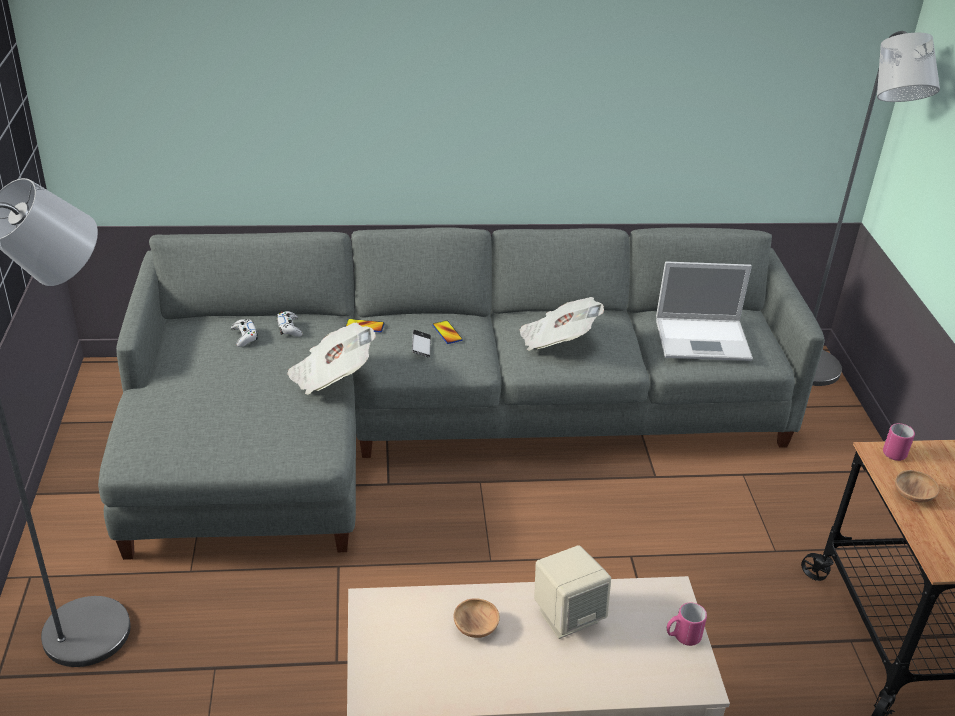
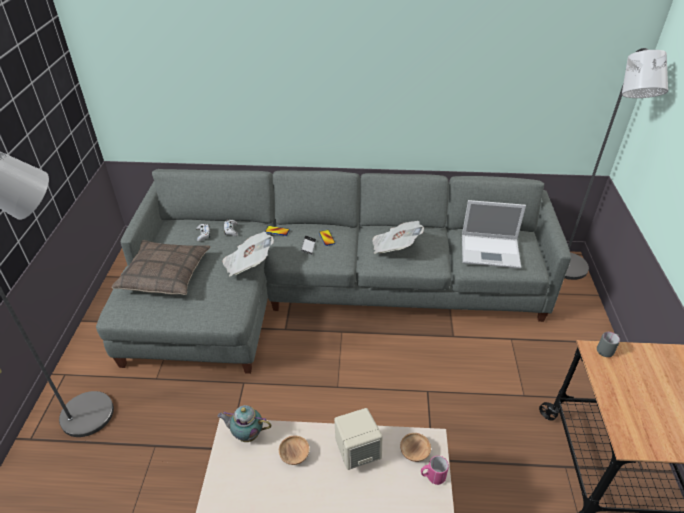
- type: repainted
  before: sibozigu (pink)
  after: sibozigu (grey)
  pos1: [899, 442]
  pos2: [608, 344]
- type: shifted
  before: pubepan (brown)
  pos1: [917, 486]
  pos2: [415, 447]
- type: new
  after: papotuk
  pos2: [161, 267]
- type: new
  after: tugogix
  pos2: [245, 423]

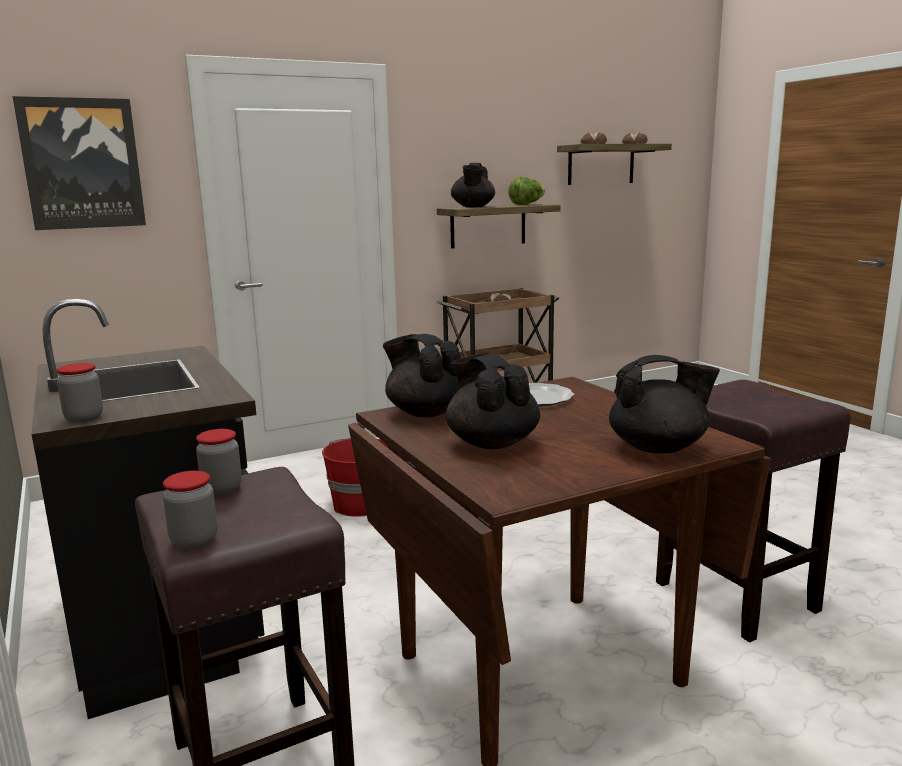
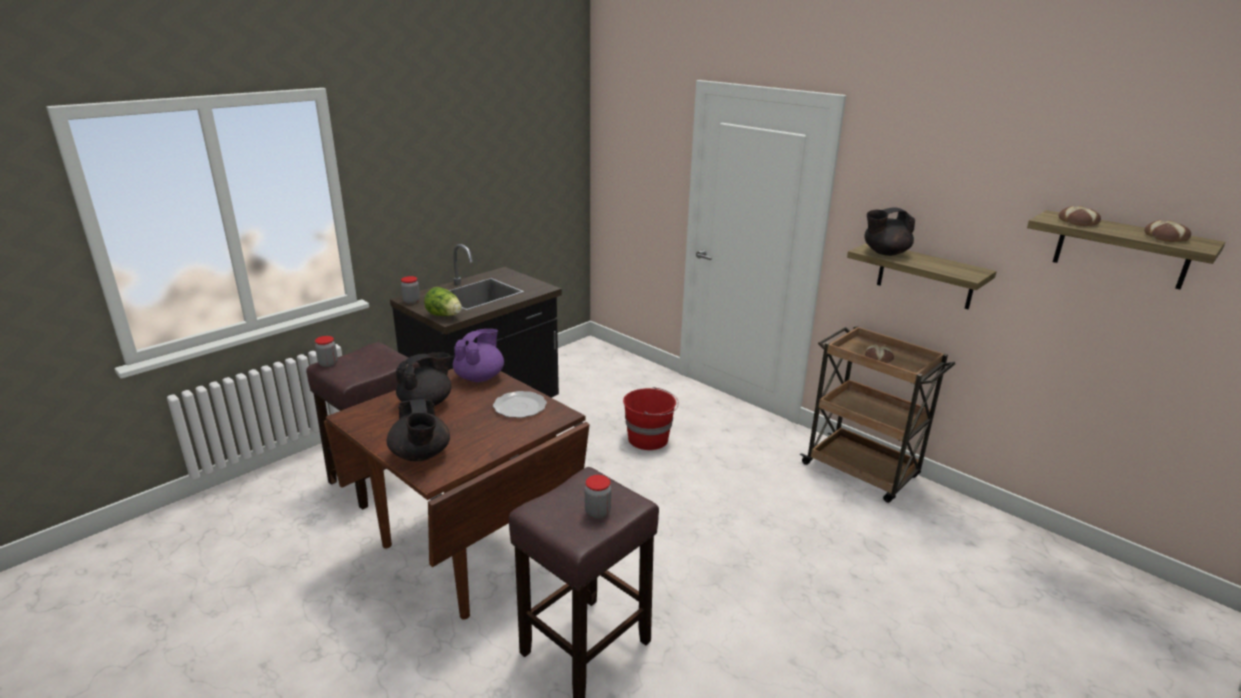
- type: gone
  before: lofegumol
  pos1: [79, 163]
- type: shifted
  before: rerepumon
  pos1: [219, 462]
  pos2: [598, 497]
- type: repainted
  before: tugogix (black)
  after: tugogix (purple)
  pos1: [422, 375]
  pos2: [478, 355]
- type: shifted
  before: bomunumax
  pos1: [526, 191]
  pos2: [443, 301]

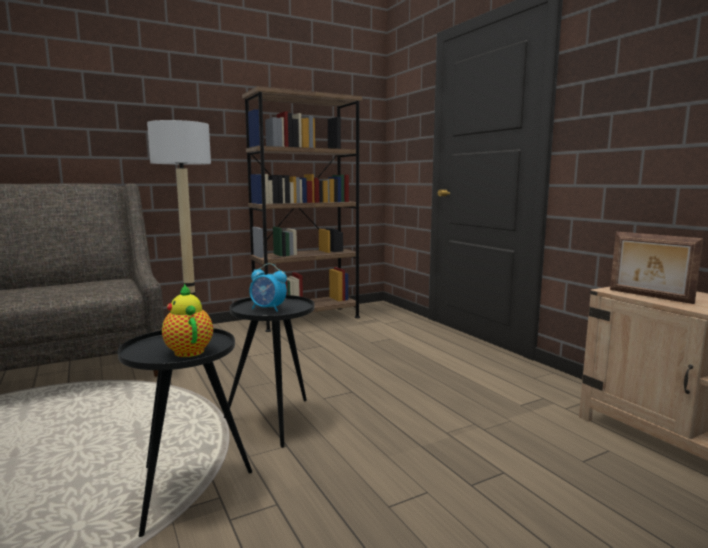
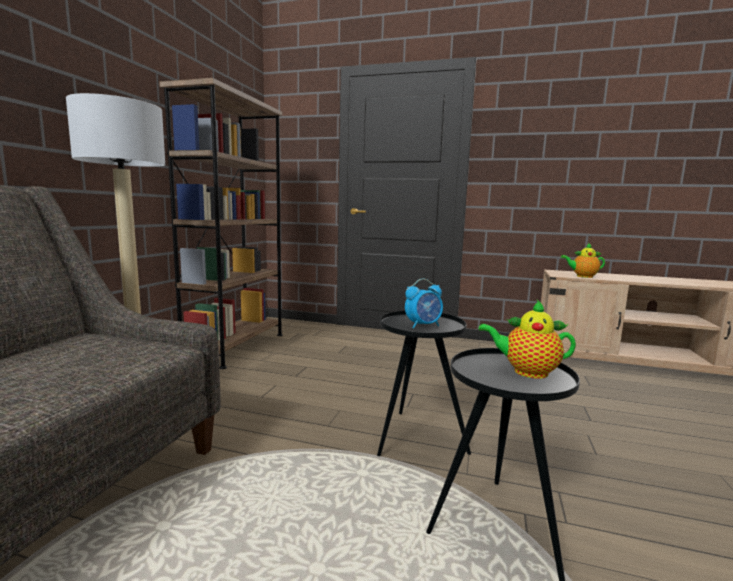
- type: swapped
  before: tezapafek
  after: tugogix
  pos1: [657, 268]
  pos2: [583, 260]

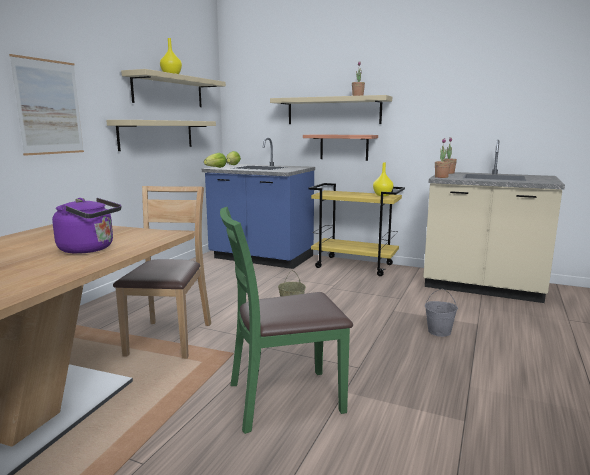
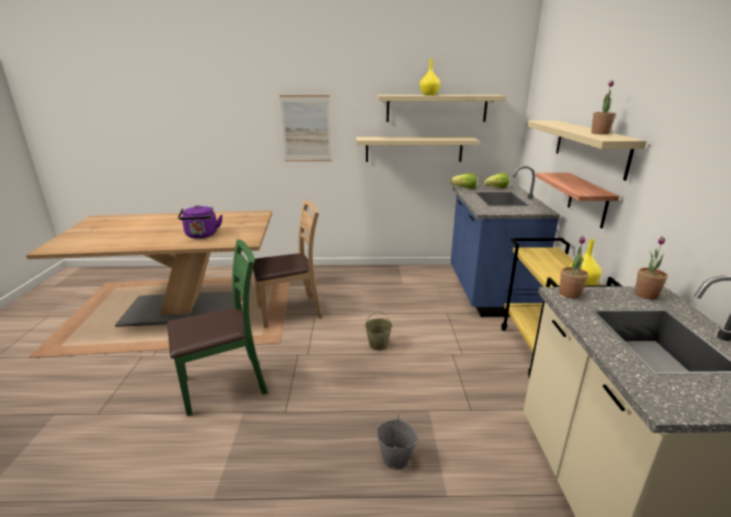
- type: rotated
  before: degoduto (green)
  pos1: [286, 320]
  pos2: [217, 327]
  turn: 105

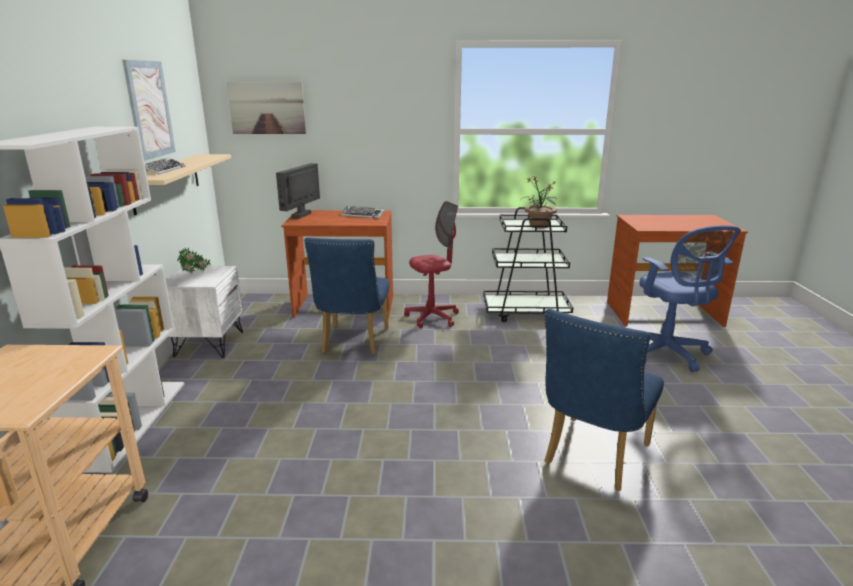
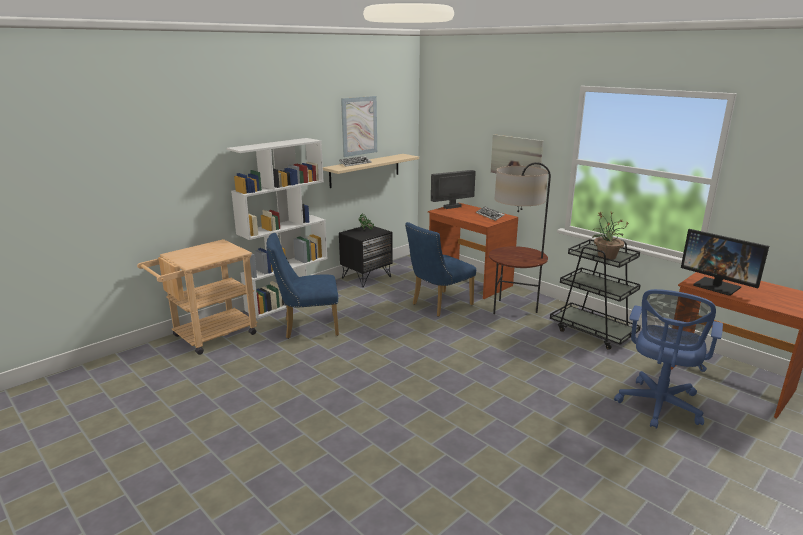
- type: repainted
  before: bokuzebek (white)
  after: bokuzebek (black)
  pos1: [204, 312]
  pos2: [366, 256]
- type: shifted
  before: lofegumol
  pos1: [266, 108]
  pos2: [517, 153]
- type: swapped
  before: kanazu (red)
  after: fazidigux
  pos1: [431, 264]
  pos2: [520, 238]
- type: shifted
  before: degoduto (blue)
  pos1: [604, 400]
  pos2: [302, 286]
- type: new
  after: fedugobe
  pos2: [725, 262]

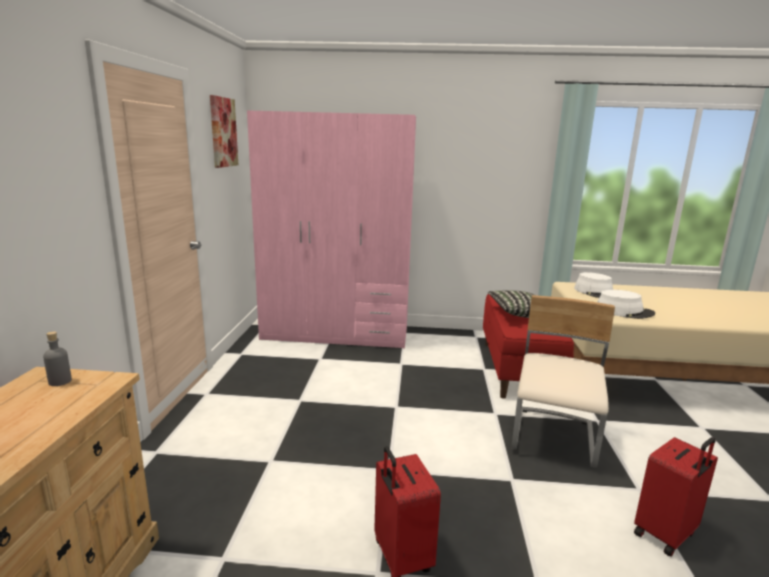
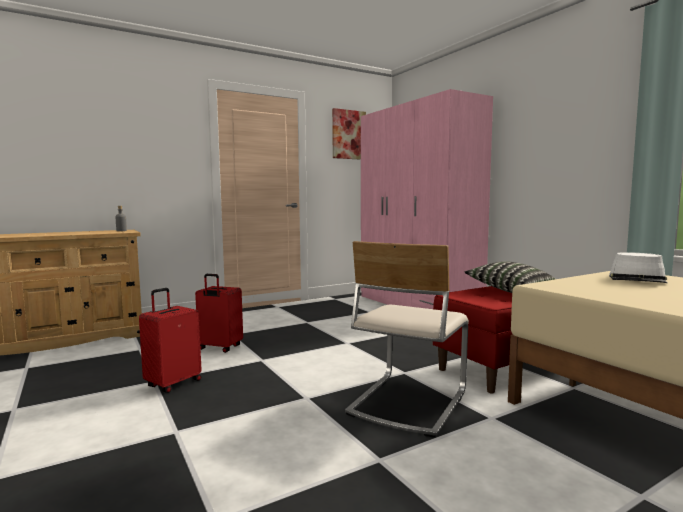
- type: rotated
  before: degoduto (beige)
  pos1: [563, 381]
  pos2: [407, 339]
  turn: 135
- type: gone
  before: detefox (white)
  pos1: [626, 304]
- type: shifted
  before: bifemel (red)
  pos1: [676, 497]
  pos2: [219, 313]

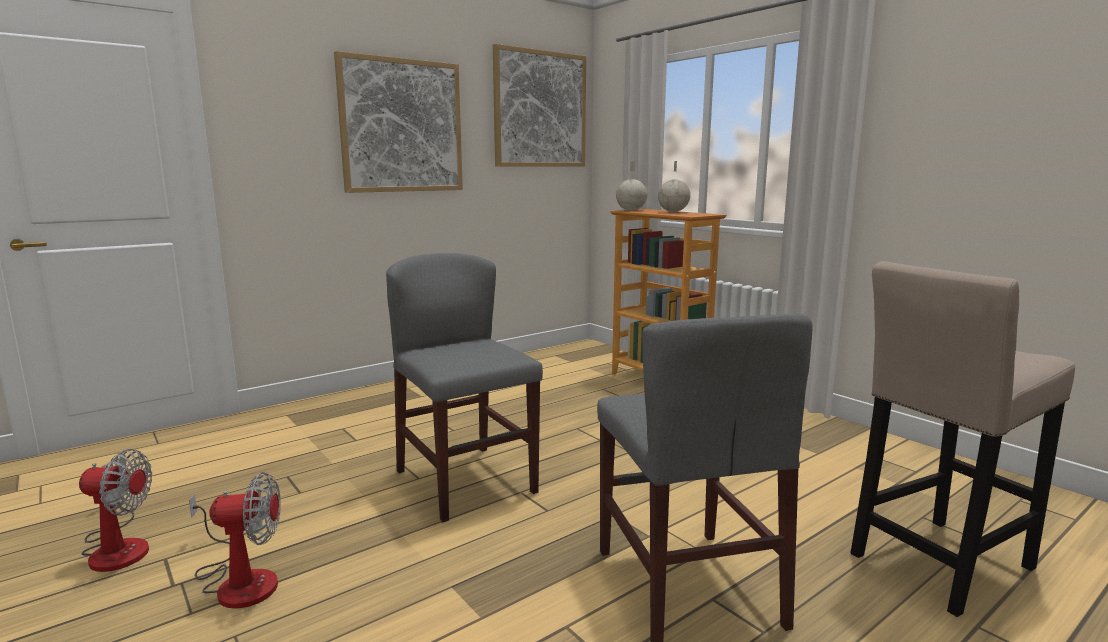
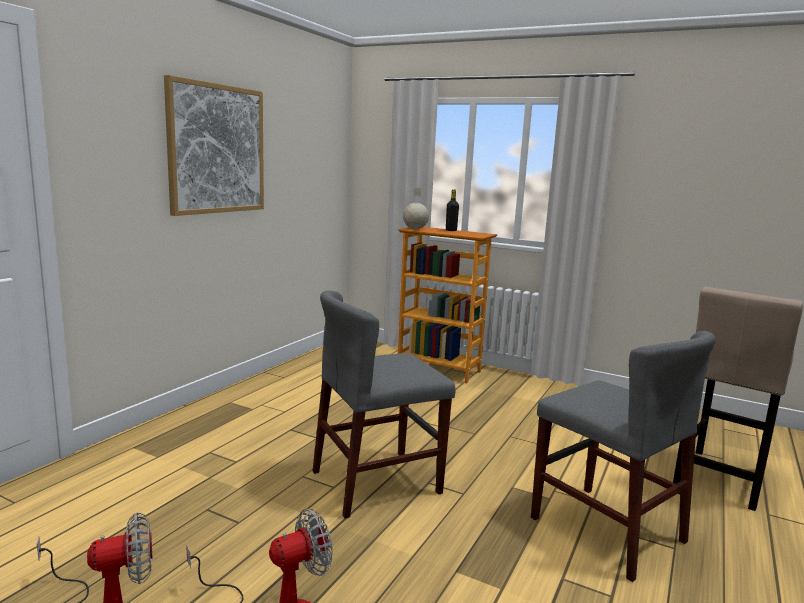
- type: rotated
  before: degoduto (grey)
  pos1: [464, 387]
  pos2: [384, 404]
  turn: -60
- type: gone
  before: lofegumol
  pos1: [539, 105]
- type: swapped
  before: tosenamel
  after: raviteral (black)
  pos1: [674, 186]
  pos2: [452, 210]

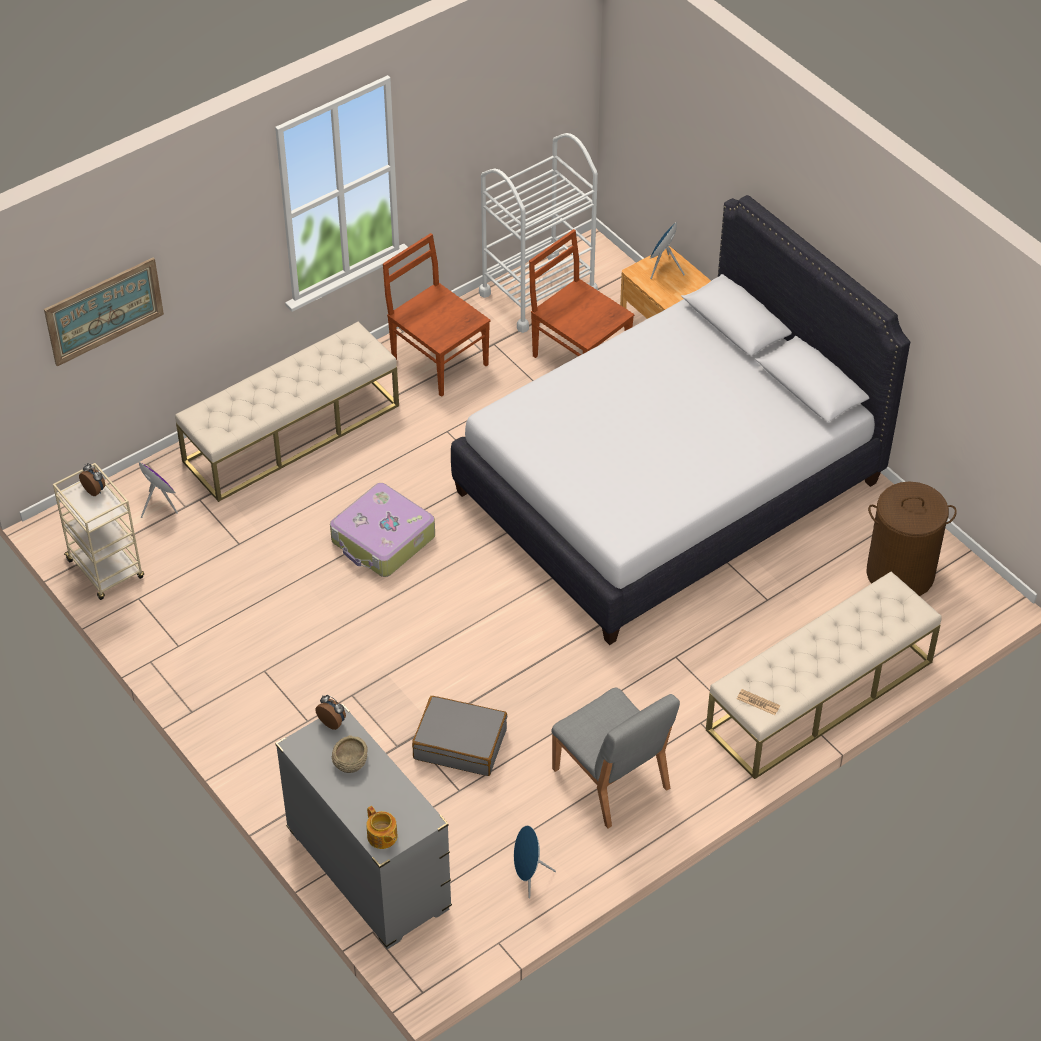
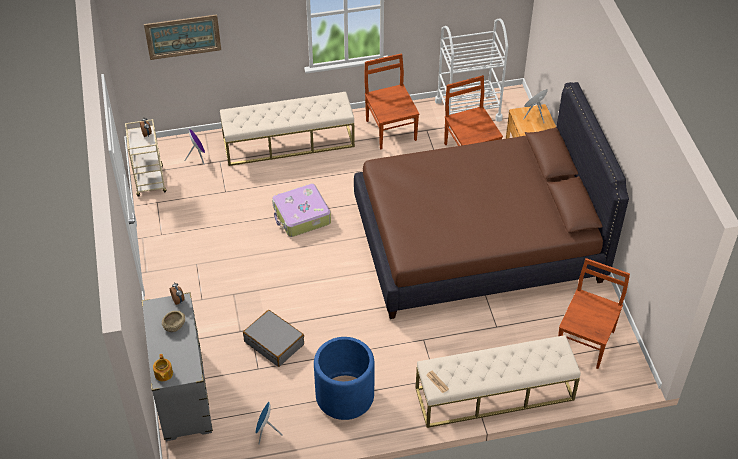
- type: repainted
  before: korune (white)
  after: korune (brown)
  pos1: [680, 420]
  pos2: [491, 200]
- type: swapped
  before: degoduto (grey)
  after: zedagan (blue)
  pos1: [615, 758]
  pos2: [344, 378]
- type: swapped
  before: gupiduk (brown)
  after: degoduto (brown)
  pos1: [911, 538]
  pos2: [594, 313]

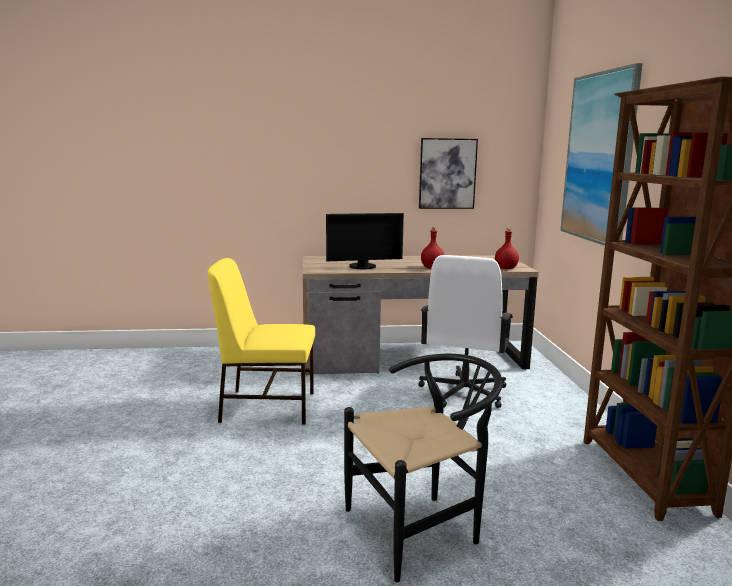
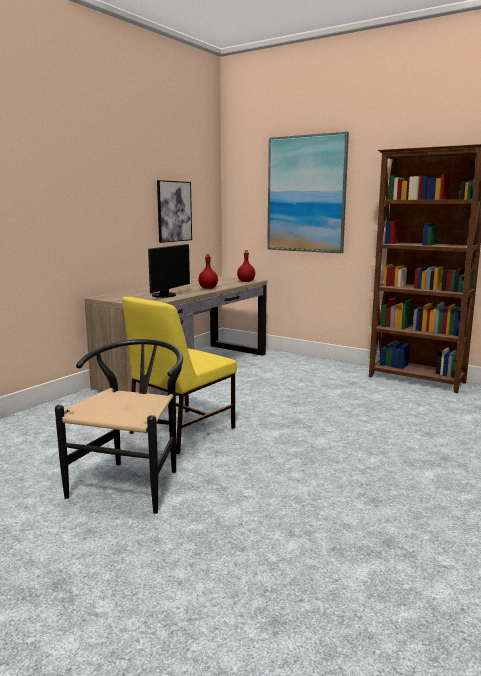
- type: shifted
  before: degoduto (black)
  pos1: [423, 468]
  pos2: [119, 426]
- type: gone
  before: kanazu (white)
  pos1: [465, 331]

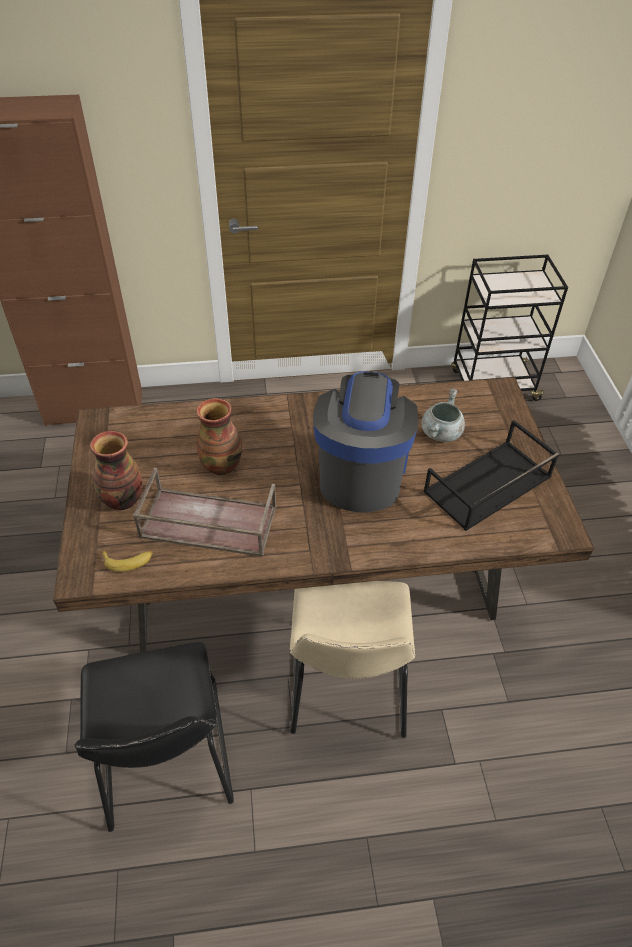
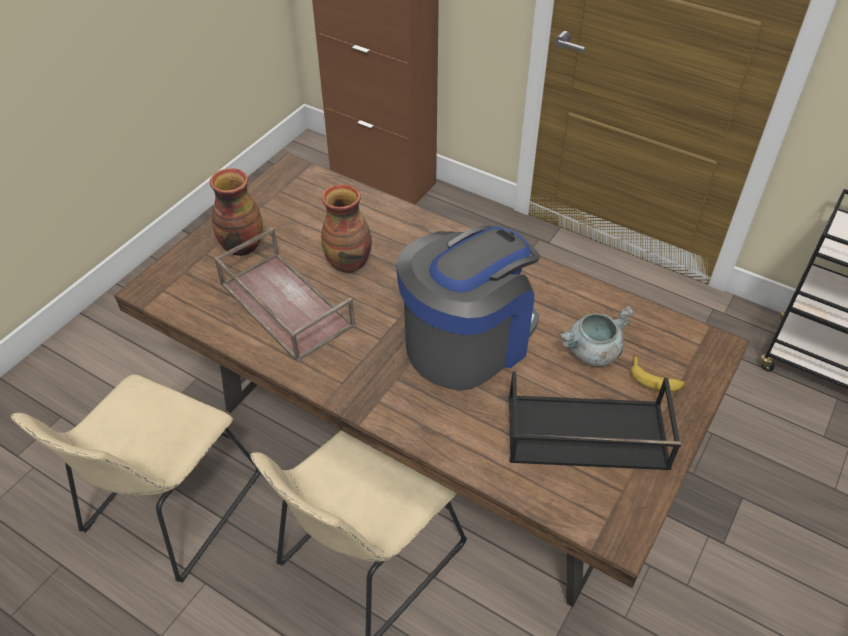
- type: repainted
  before: degoduto (black)
  after: degoduto (beige)
  pos1: [154, 737]
  pos2: [135, 478]
- type: shifted
  before: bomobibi
  pos1: [127, 561]
  pos2: [658, 373]

